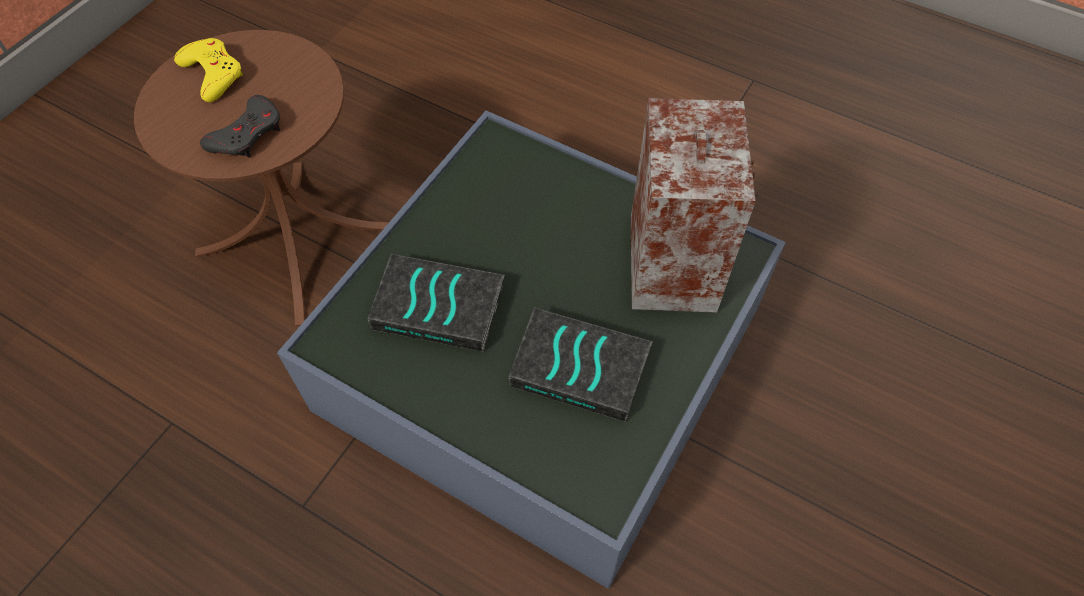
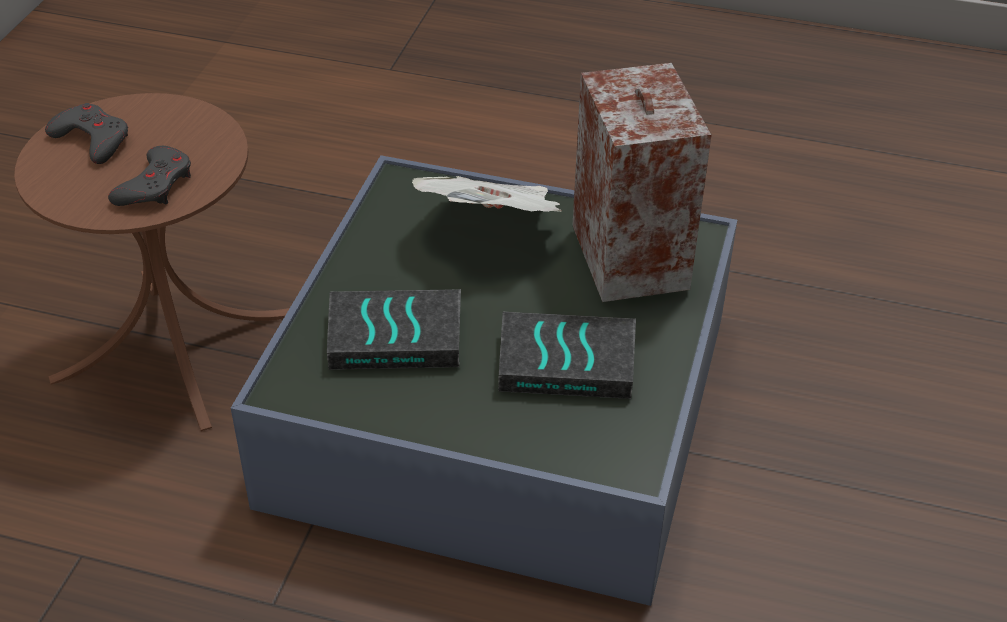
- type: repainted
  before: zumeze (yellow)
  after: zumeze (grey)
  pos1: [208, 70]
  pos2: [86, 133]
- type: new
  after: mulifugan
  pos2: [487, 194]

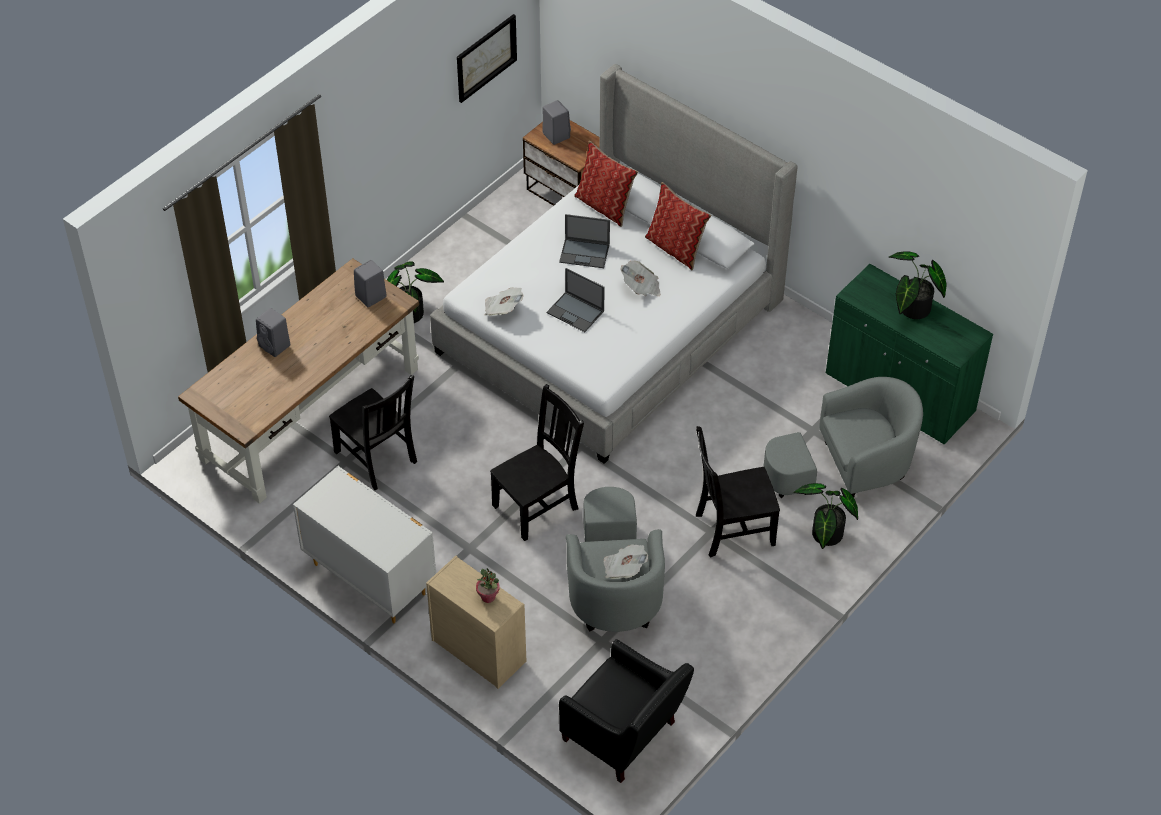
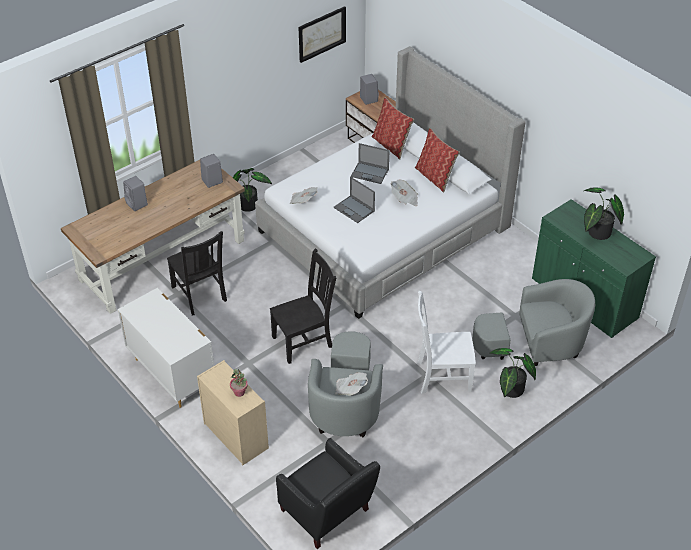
- type: repainted
  before: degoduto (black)
  after: degoduto (white)
  pos1: [738, 492]
  pos2: [446, 342]

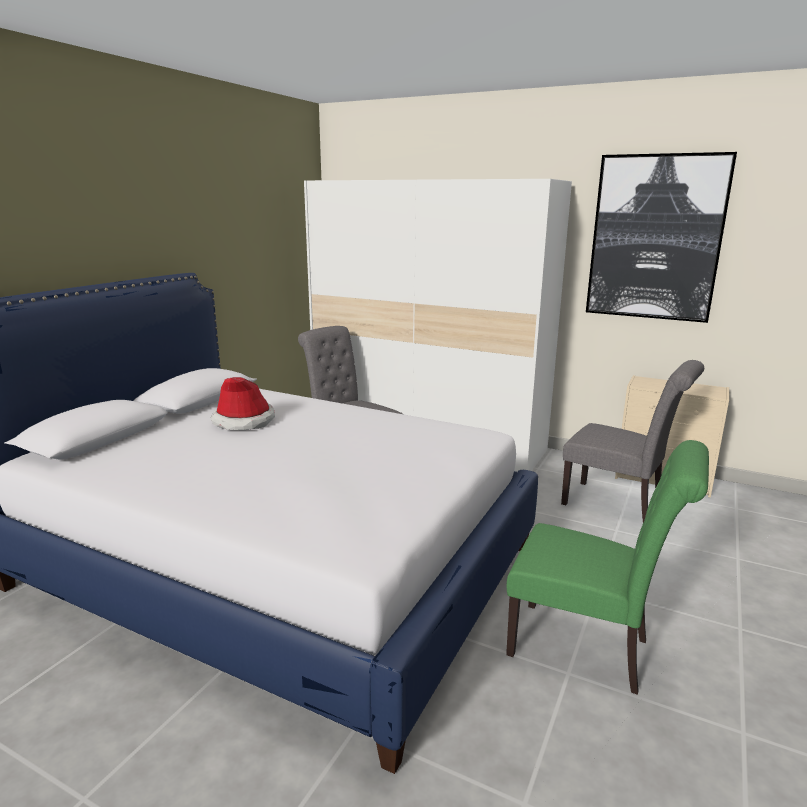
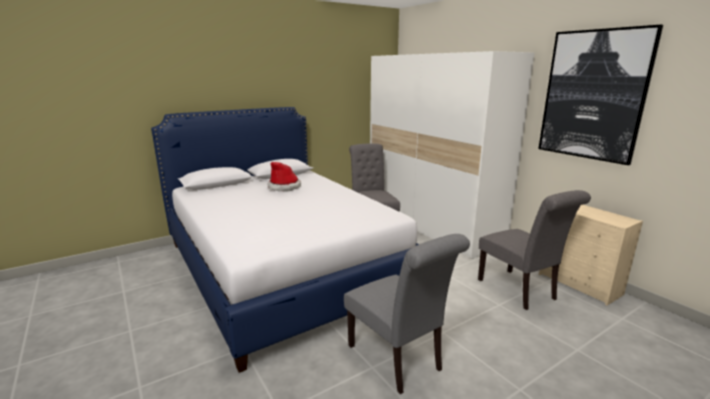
- type: repainted
  before: degoduto (green)
  after: degoduto (grey)
  pos1: [607, 567]
  pos2: [407, 314]

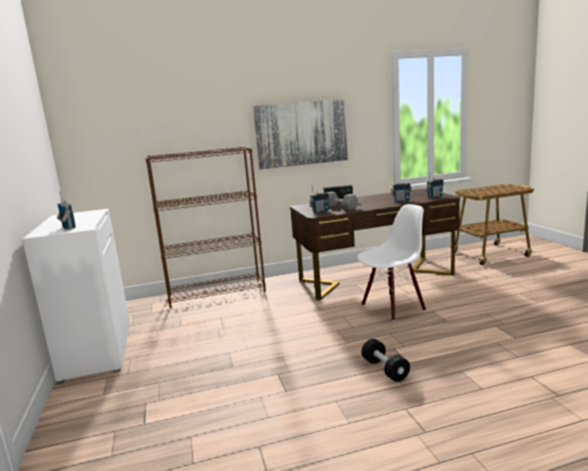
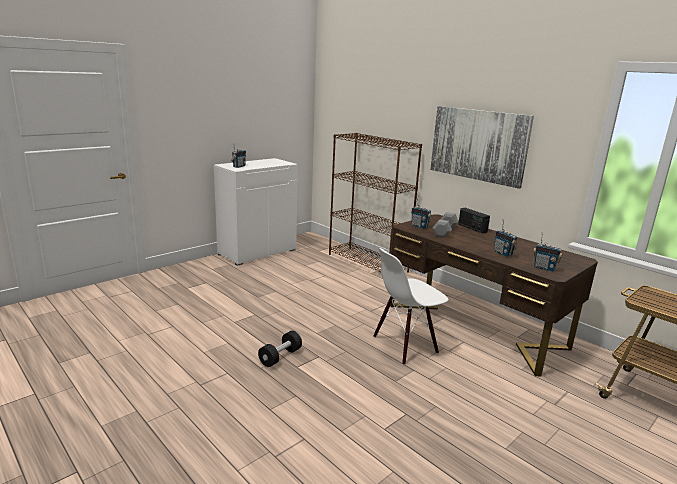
- type: rotated
  before: degoduto (white)
  pos1: [391, 262]
  pos2: [410, 306]
  turn: 120

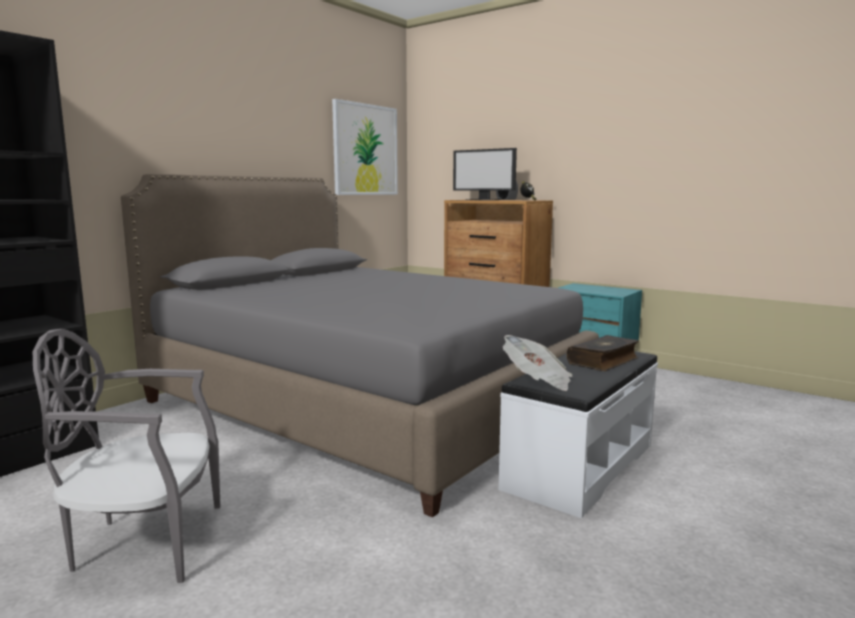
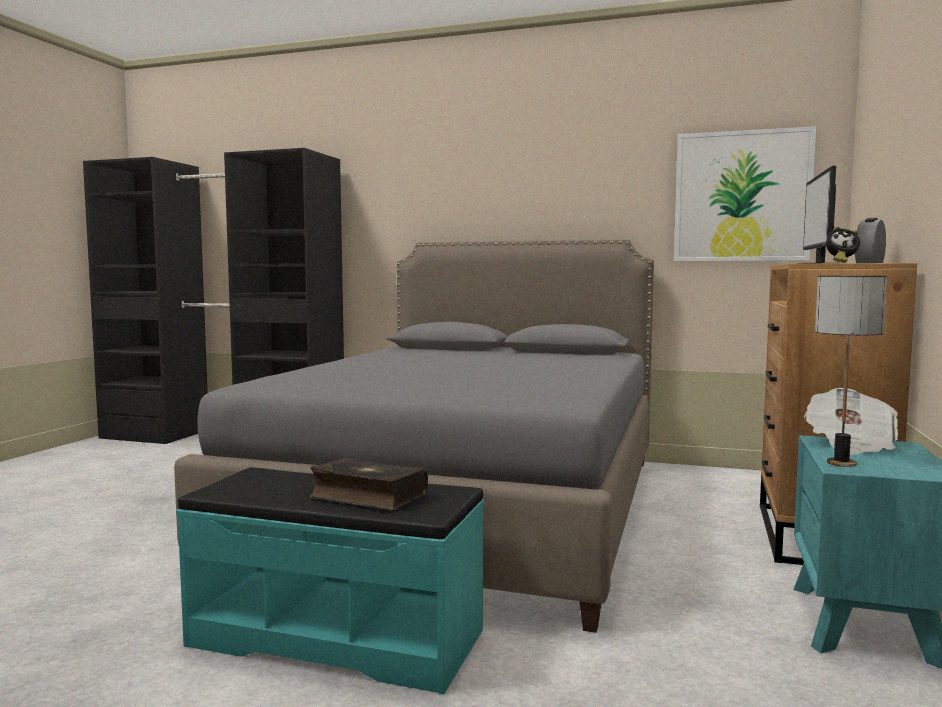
- type: gone
  before: degoduto (grey)
  pos1: [126, 456]
- type: repainted
  before: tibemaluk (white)
  after: tibemaluk (turquoise)
  pos1: [578, 434]
  pos2: [330, 580]
- type: shifted
  before: mulifugan
  pos1: [537, 363]
  pos2: [851, 421]
- type: new
  after: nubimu
  pos2: [851, 371]

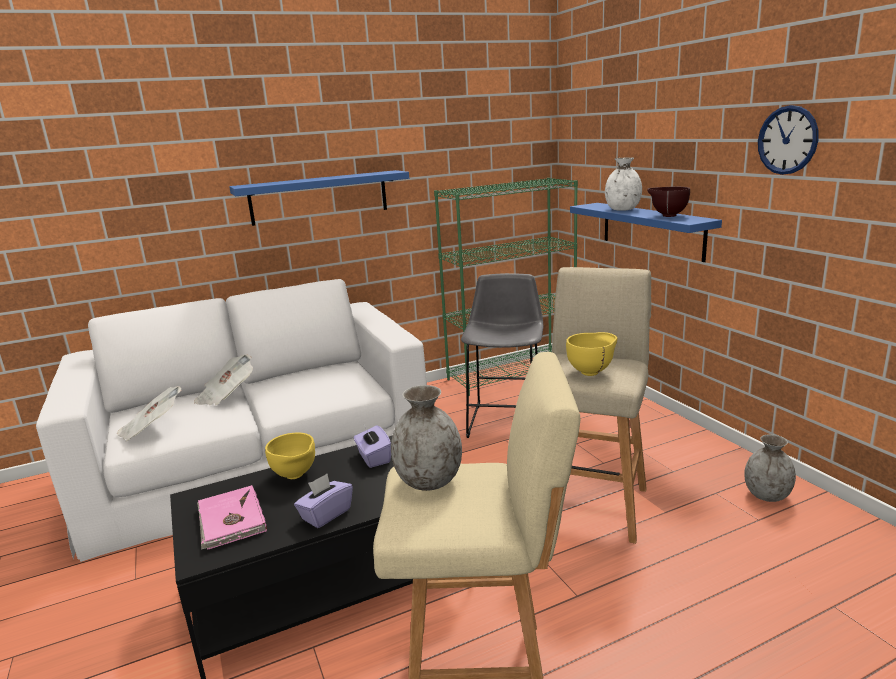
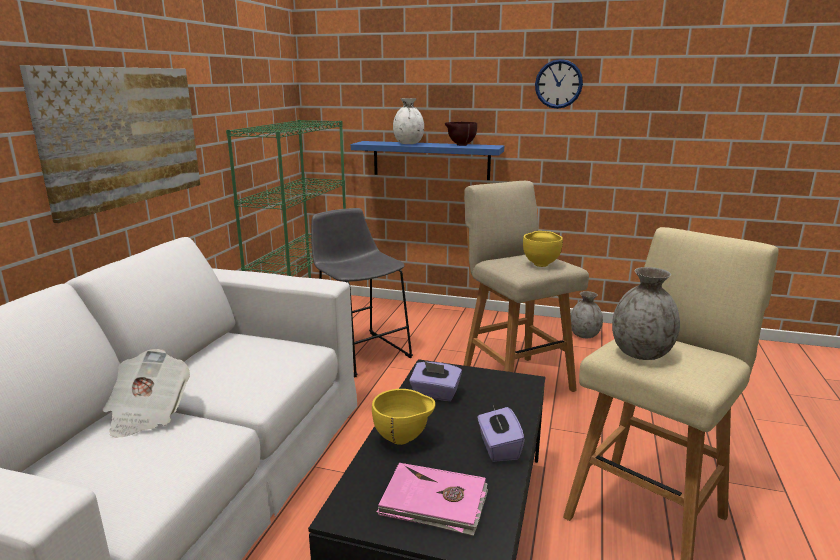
- type: gone
  before: mulifugan
  pos1: [149, 413]
- type: swapped
  before: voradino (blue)
  after: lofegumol
  pos1: [319, 198]
  pos2: [110, 144]

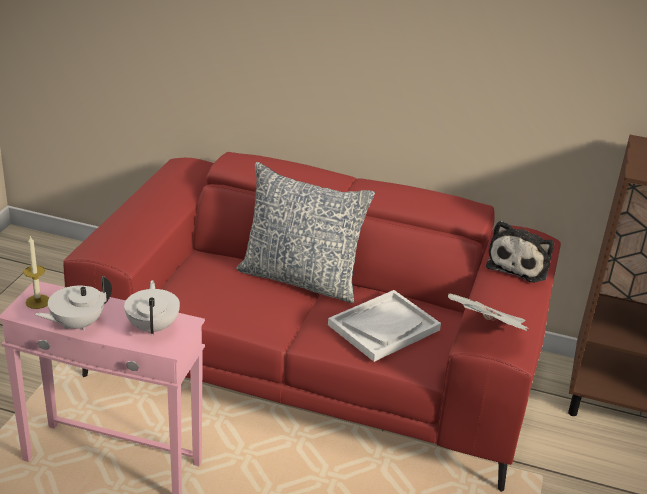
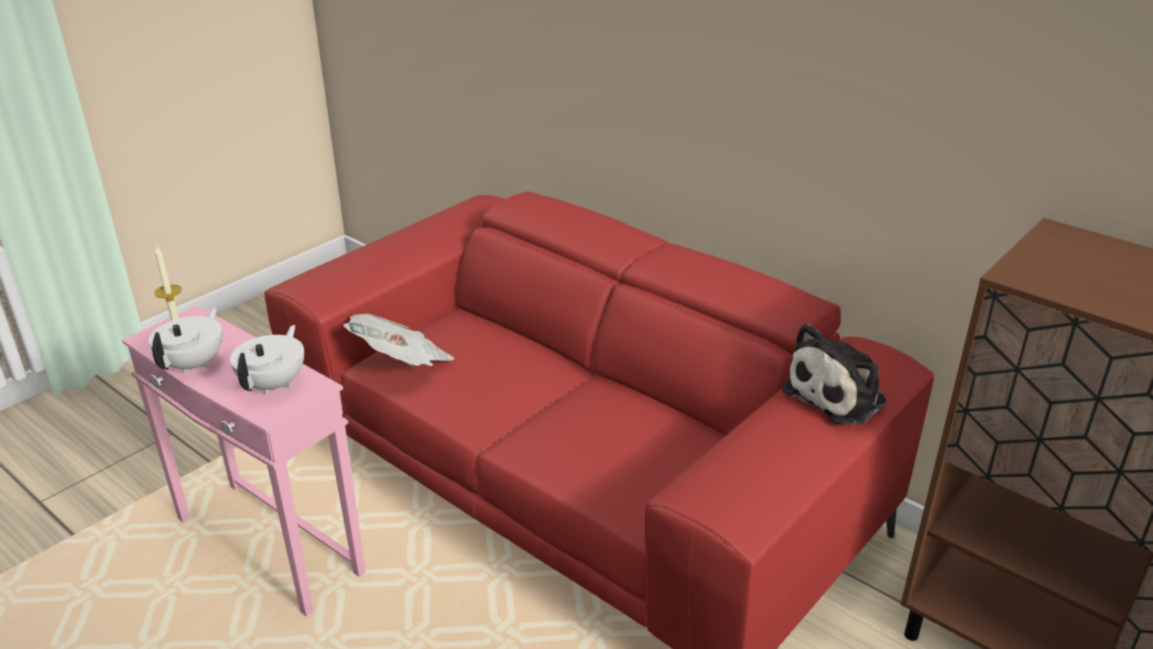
- type: rotated
  before: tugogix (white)
  pos1: [73, 303]
  pos2: [185, 340]
  turn: 120
- type: gone
  before: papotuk
  pos1: [305, 232]
- type: gone
  before: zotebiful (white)
  pos1: [384, 326]
- type: shifted
  before: mulifugan
  pos1: [488, 312]
  pos2: [398, 340]

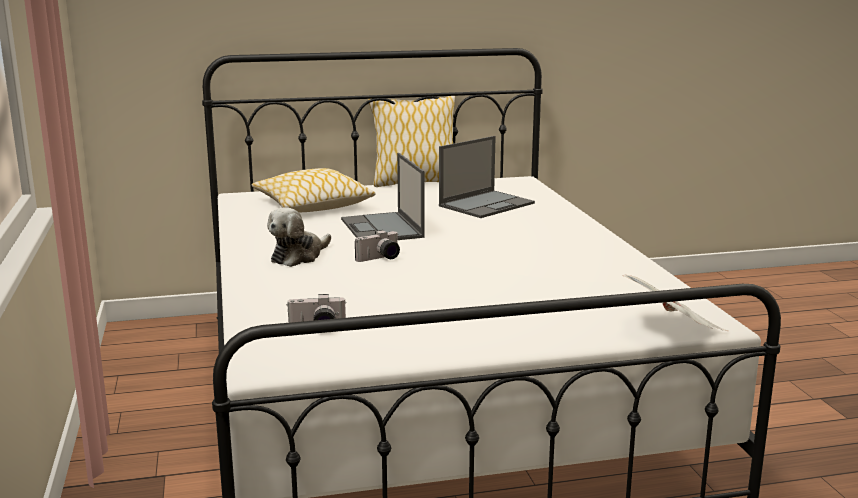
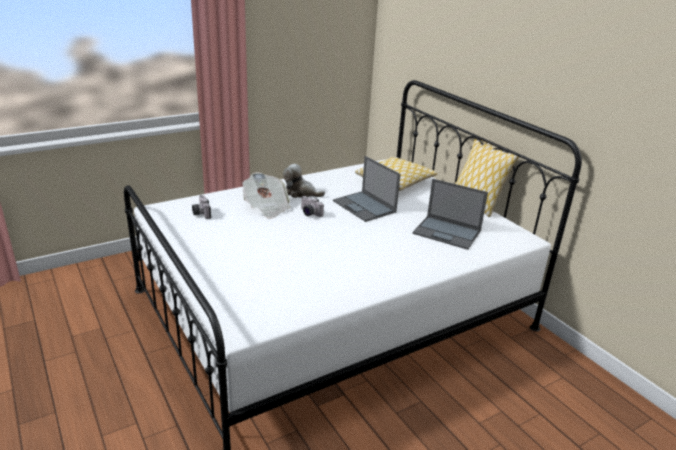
- type: rotated
  before: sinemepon
  pos1: [383, 196]
  pos2: [366, 189]
  turn: -90
- type: shifted
  before: mulifugan
  pos1: [675, 302]
  pos2: [266, 195]

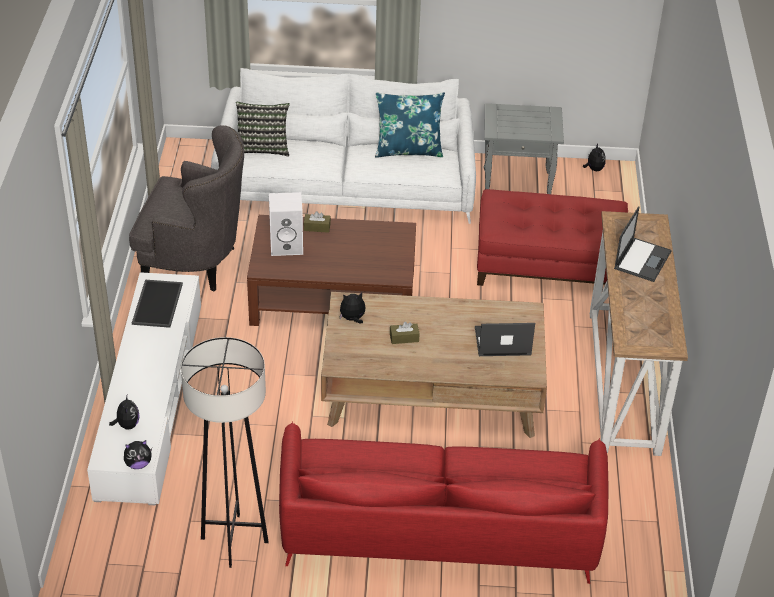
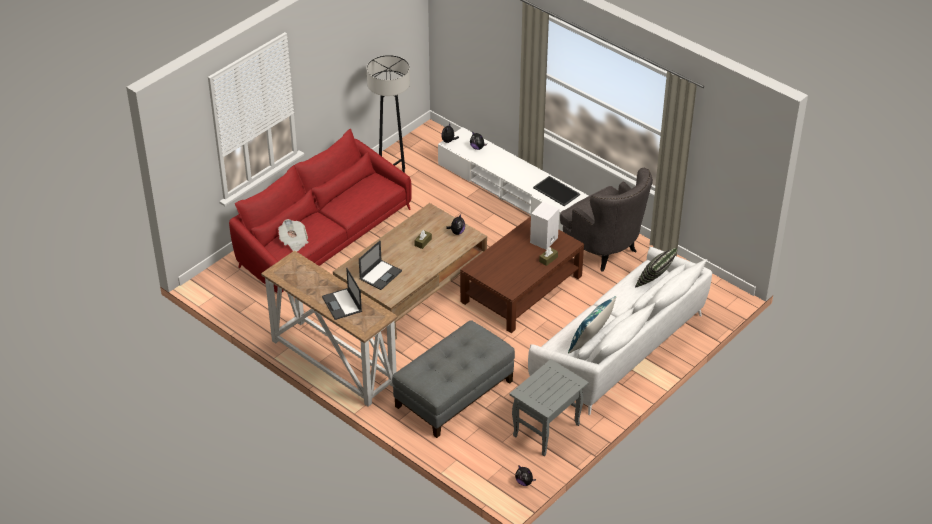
- type: rotated
  before: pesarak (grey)
  pos1: [186, 208]
  pos2: [606, 220]
  turn: -90
- type: repainted
  before: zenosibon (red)
  after: zenosibon (grey)
  pos1: [552, 237]
  pos2: [453, 379]
- type: new
  after: mulifugan
  pos2: [293, 235]

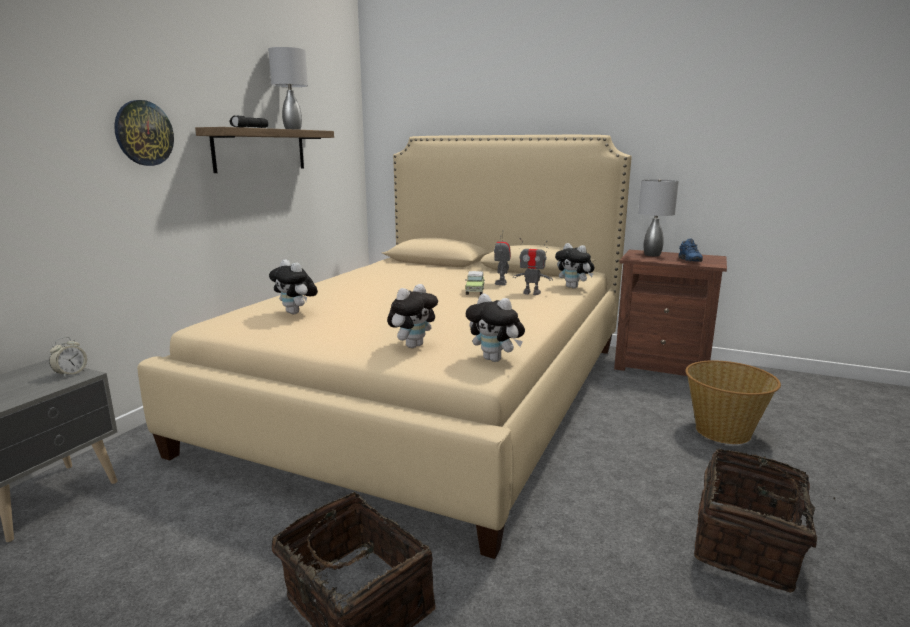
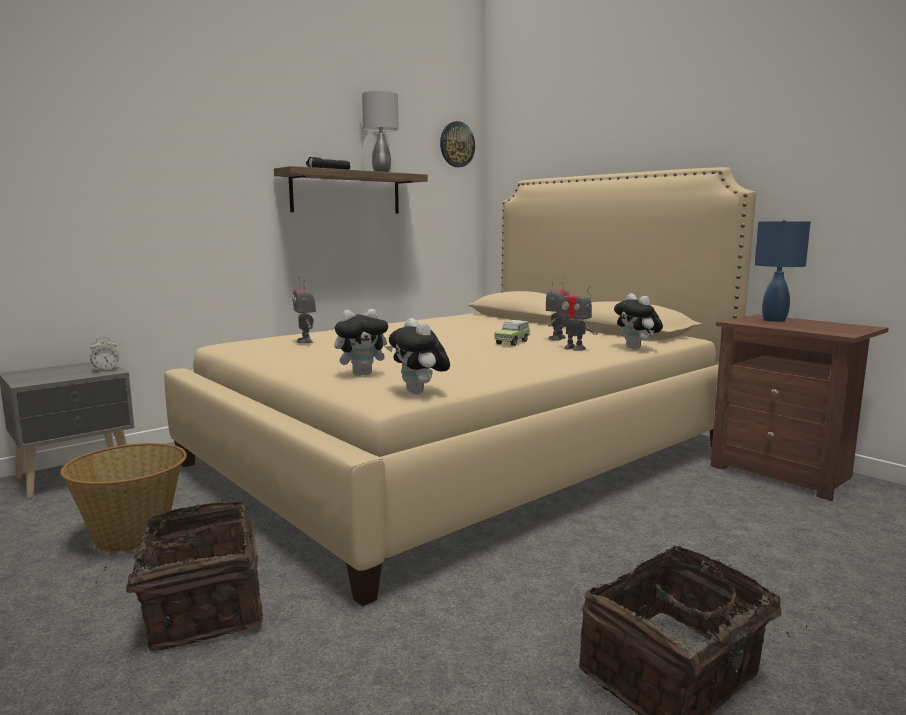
- type: shifted
  before: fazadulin
  pos1: [144, 133]
  pos2: [457, 144]
- type: swapped
  before: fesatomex
  after: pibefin
  pos1: [293, 286]
  pos2: [304, 310]
- type: repainted
  before: nubimu (grey)
  after: nubimu (blue)
  pos1: [658, 217]
  pos2: [782, 271]
- type: gone
  before: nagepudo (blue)
  pos1: [690, 250]
- type: shifted
  before: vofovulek
  pos1: [733, 402]
  pos2: [123, 497]

